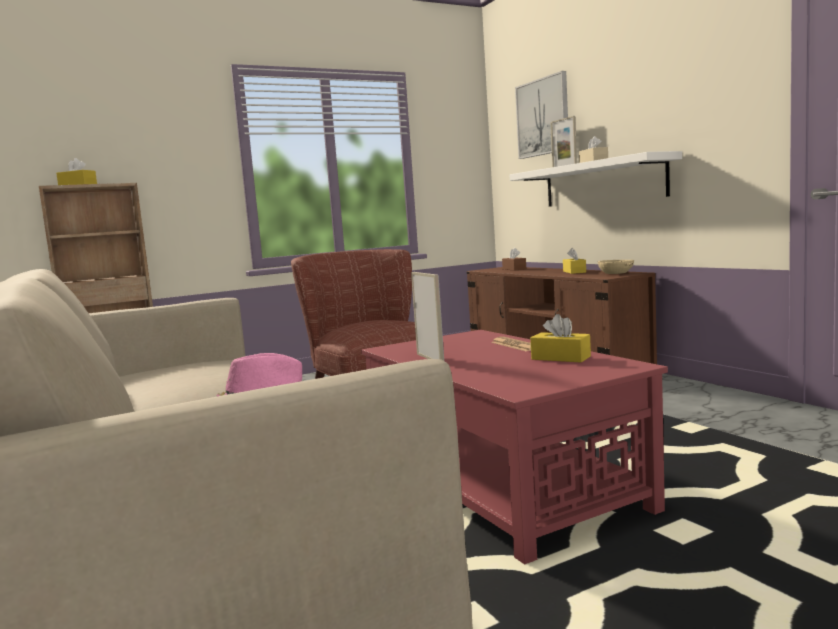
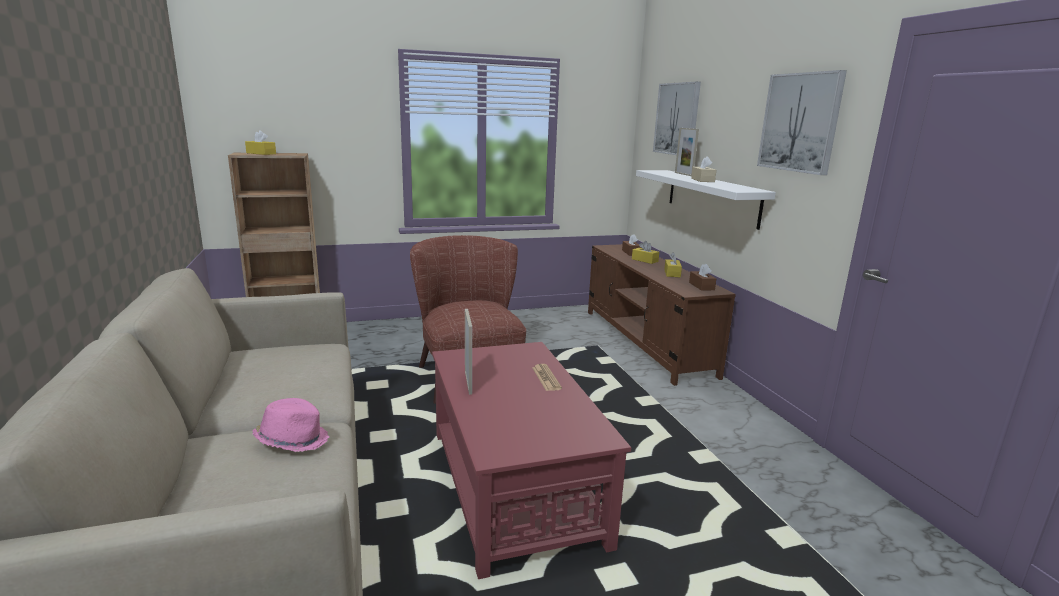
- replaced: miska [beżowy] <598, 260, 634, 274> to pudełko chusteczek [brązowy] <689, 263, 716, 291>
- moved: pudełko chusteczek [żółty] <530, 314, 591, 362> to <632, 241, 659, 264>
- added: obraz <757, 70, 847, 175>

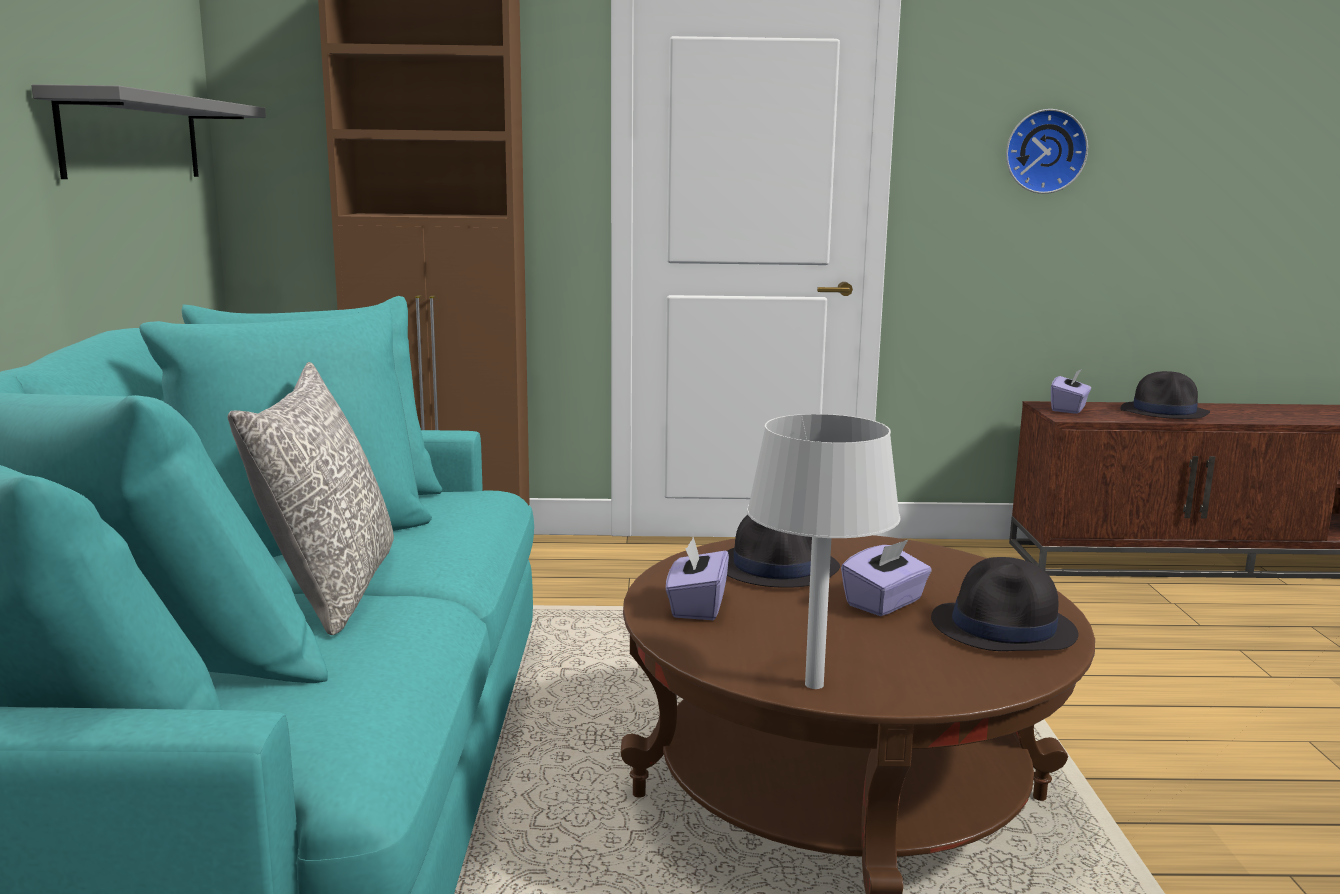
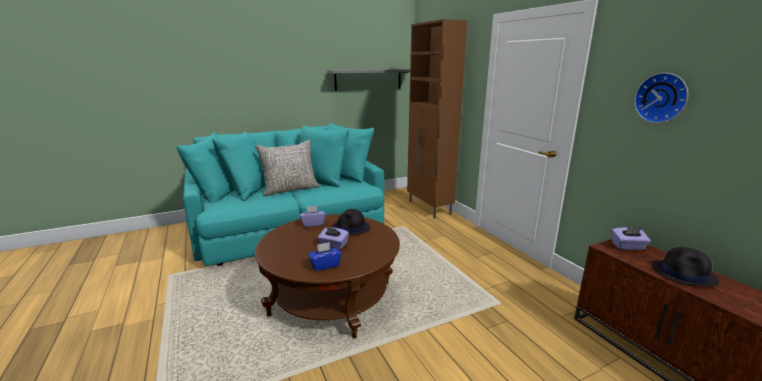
- removed: lampa stołowa [szary] <747, 414, 901, 689>
- replaced: kapelusz [czarny] <931, 557, 1078, 651> to pudełko chusteczek [niebieski] <308, 242, 341, 271>

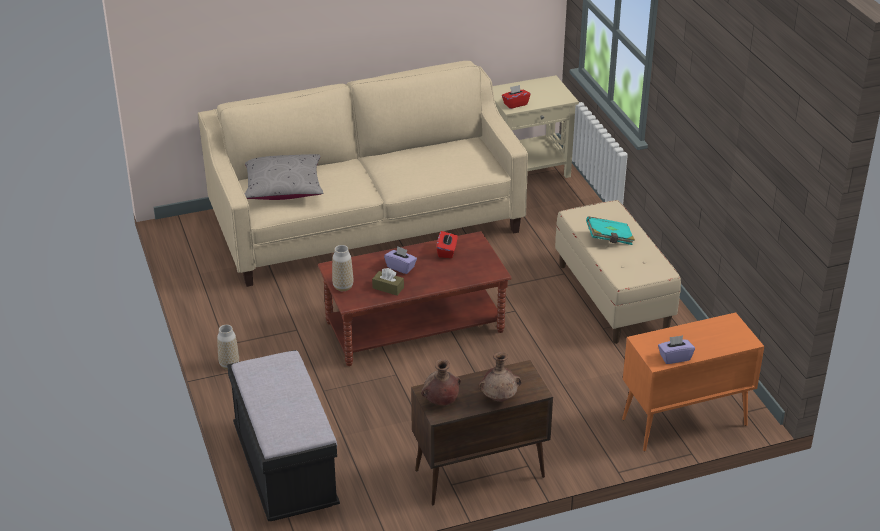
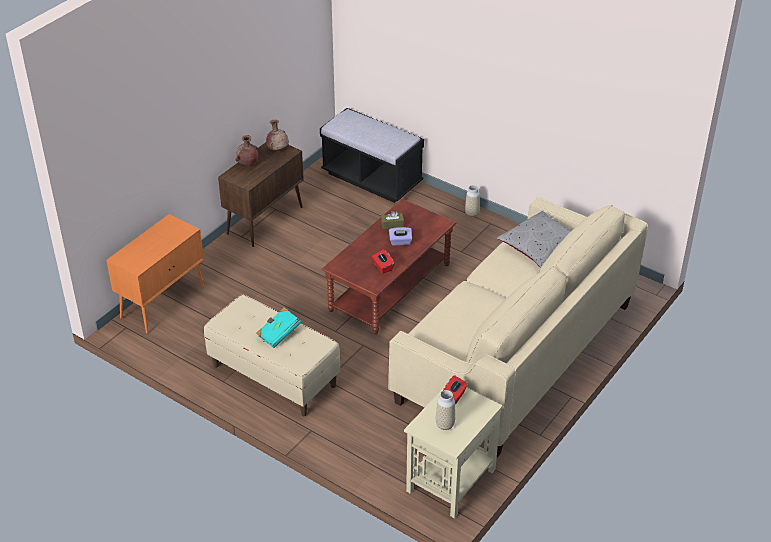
- moved: wazon <332, 245, 353, 291> to <436, 390, 455, 430>
- removed: pudełko chusteczek [fioletowy] <658, 335, 695, 364>

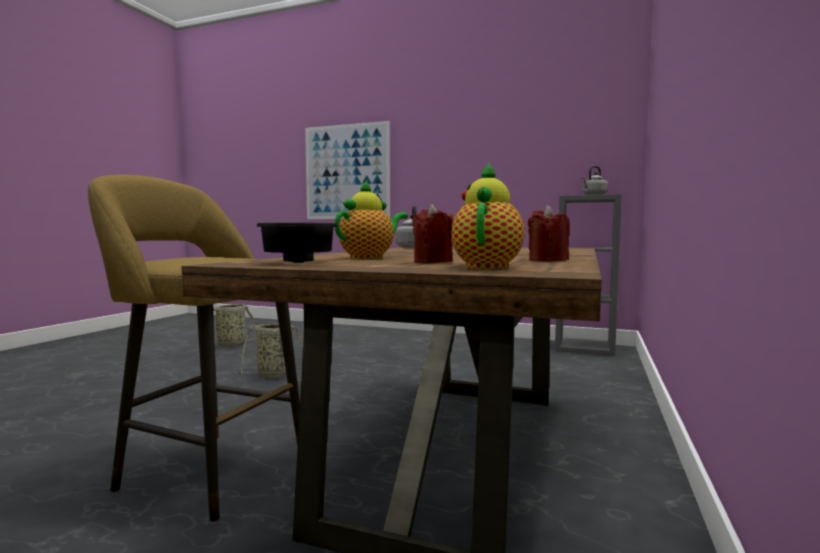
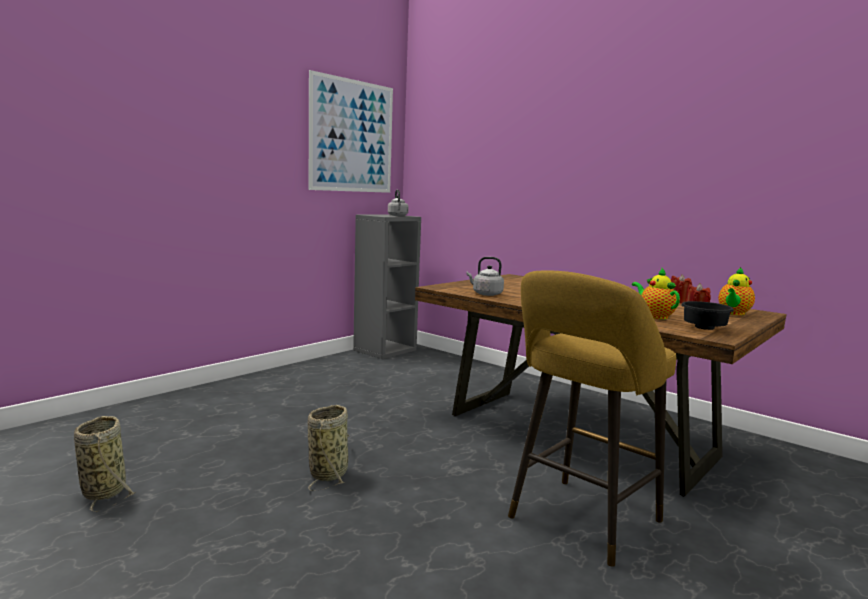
- moved: obraz <305, 121, 390, 219> to <309, 70, 393, 193>
- turned: imbryk <451, 162, 525, 269> = <718, 267, 755, 315> 90 degrees counterclockwise

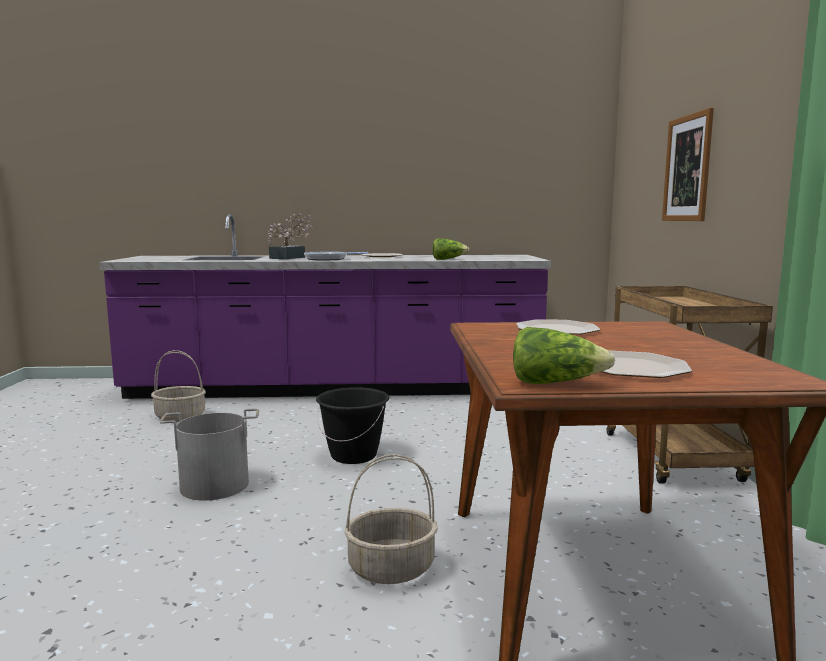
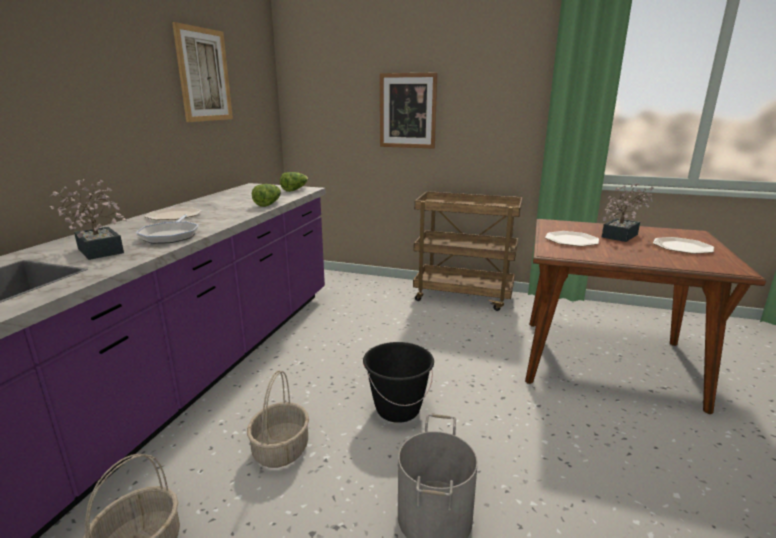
- moved: sałata <513, 327, 615, 384> to <280, 172, 308, 192>
- moved: koszyk <344, 454, 438, 584> to <247, 371, 309, 468>
- added: obraz <172, 22, 233, 122>
- added: roślina doniczkowa <602, 183, 654, 242>

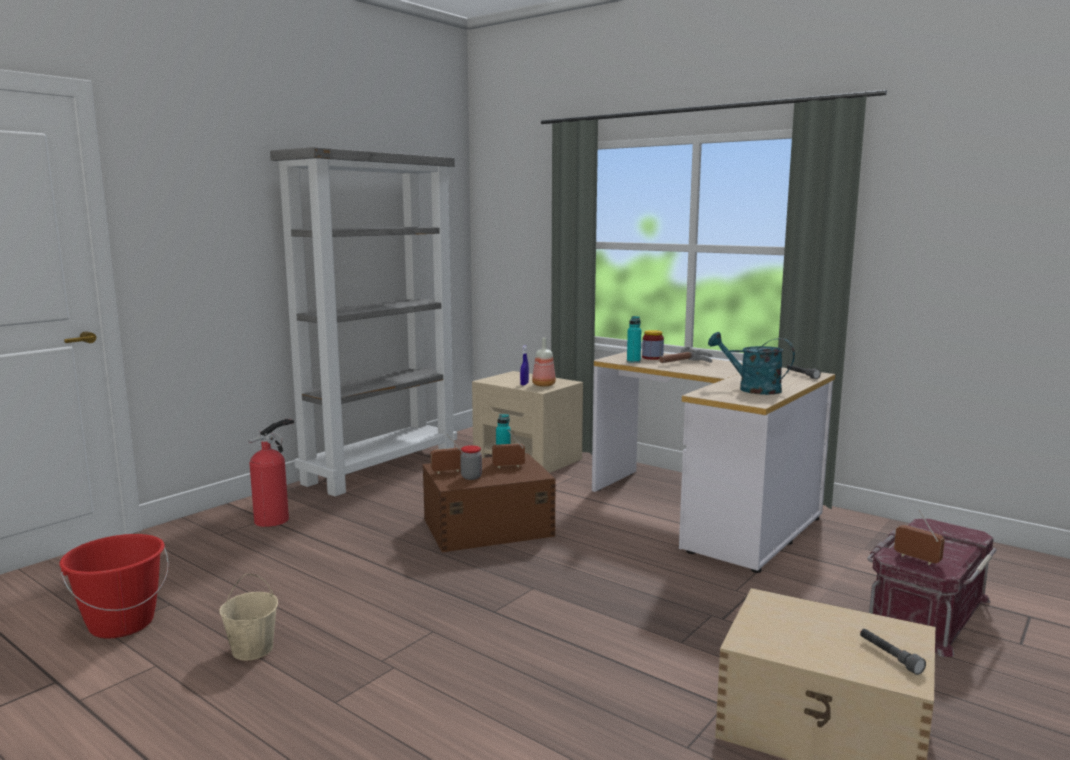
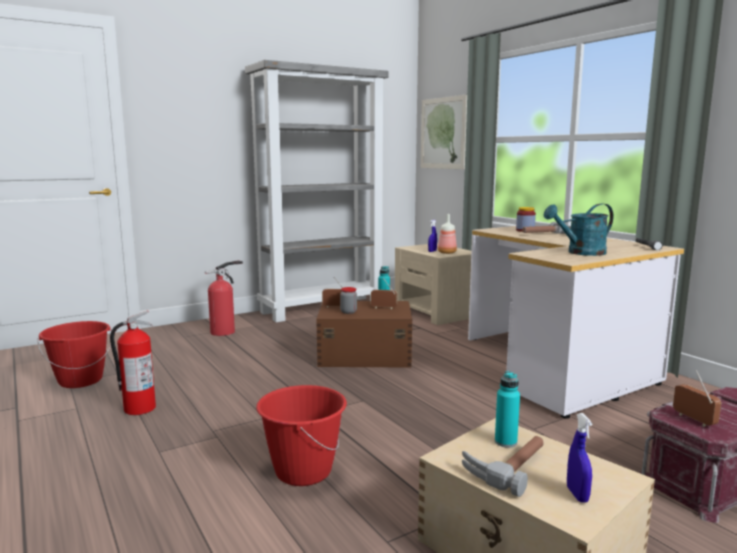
- moved: butelka [turkusowy] <627, 316, 641, 363> to <495, 371, 520, 448>
- turned: konewka [turkusowy] <708, 332, 795, 395> = <543, 204, 613, 256> 75 degrees counterclockwise
- replaced: wiadro [beżowy] <219, 574, 278, 660> to gaśnica <110, 310, 156, 415>
- replaced: latarka [szary] <860, 629, 926, 675> to spryskiwacz [niebieski] <567, 413, 593, 503>
- added: obraz <421, 95, 467, 169>
- added: wiadro [czerwony] <256, 385, 347, 486>
- added: młotek <462, 436, 544, 497>

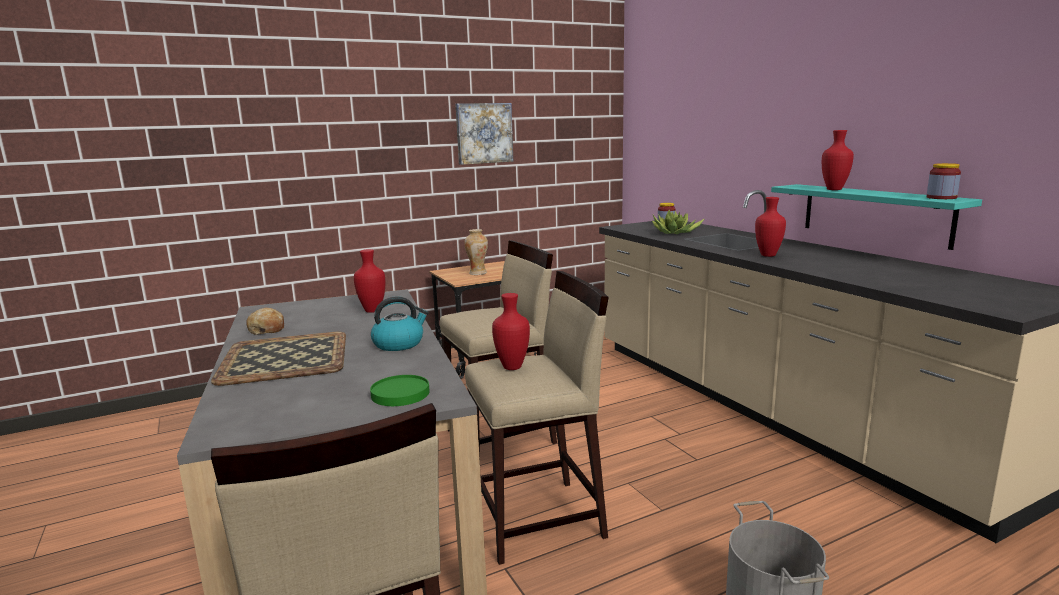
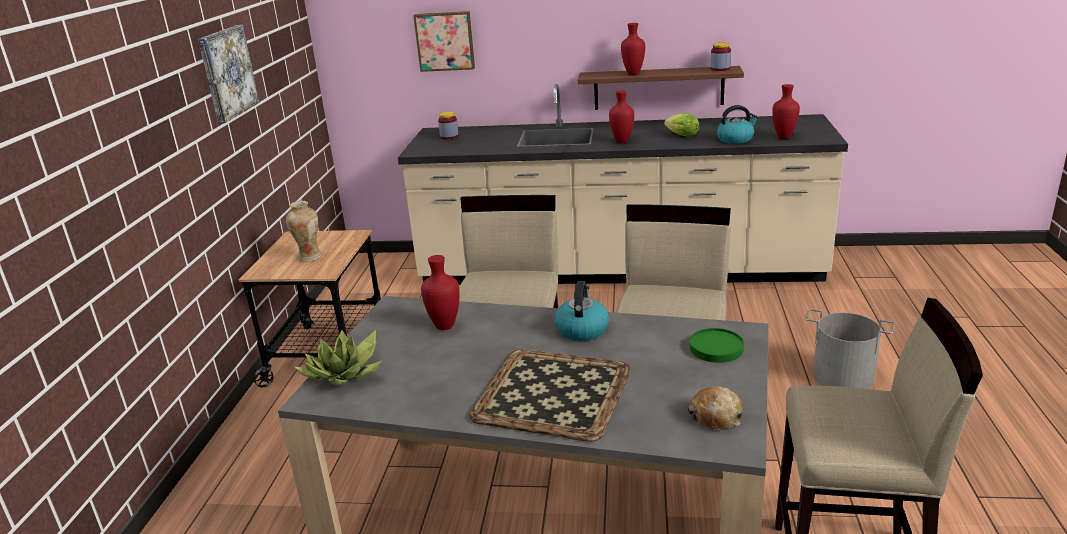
- recoloured: półka [turkusowy] <771, 184, 982, 250> to półka [brązowy] <578, 66, 744, 110>
- moved: roślina doniczkowa <652, 210, 704, 234> to <295, 330, 382, 385>
- moved: wazon [czerwony] <492, 293, 530, 370> to <772, 84, 800, 139>
- moved: chleb <246, 308, 284, 335> to <688, 386, 743, 430>
- added: obraz <413, 11, 475, 72>
- added: czajnik <717, 105, 759, 144>
- added: sałata <664, 113, 699, 137>

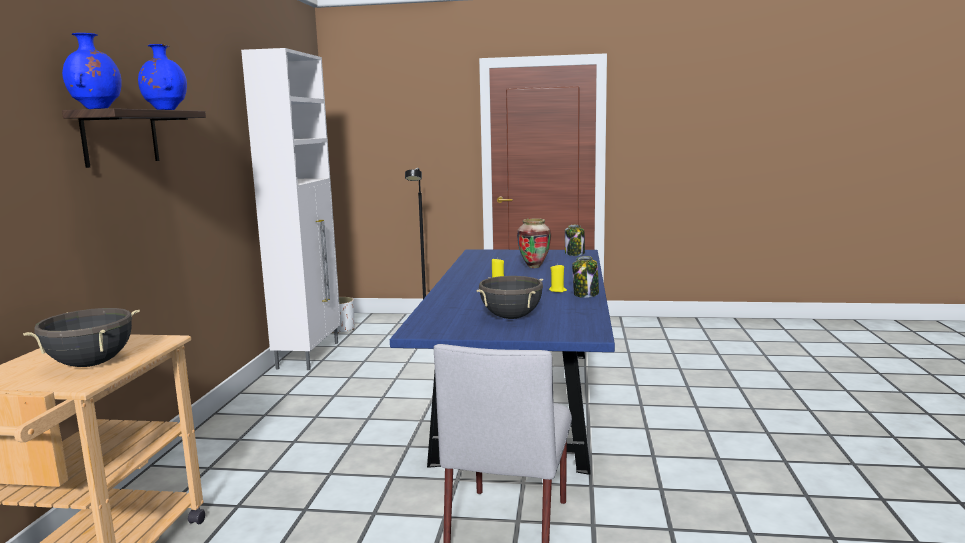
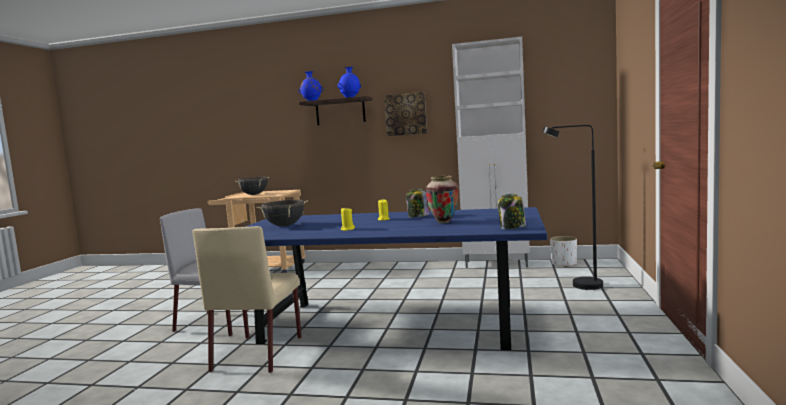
- moved: słoik <572, 256, 599, 298> to <406, 189, 429, 217>
- added: obraz <384, 92, 427, 136>
- added: krzesło [beżowy] <193, 226, 302, 373>

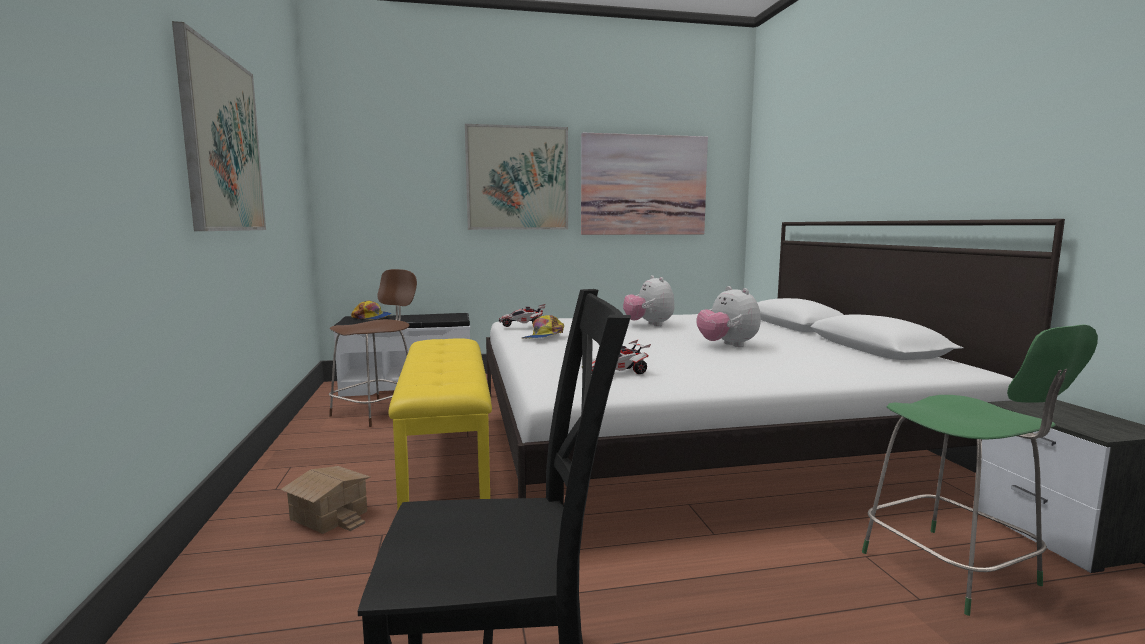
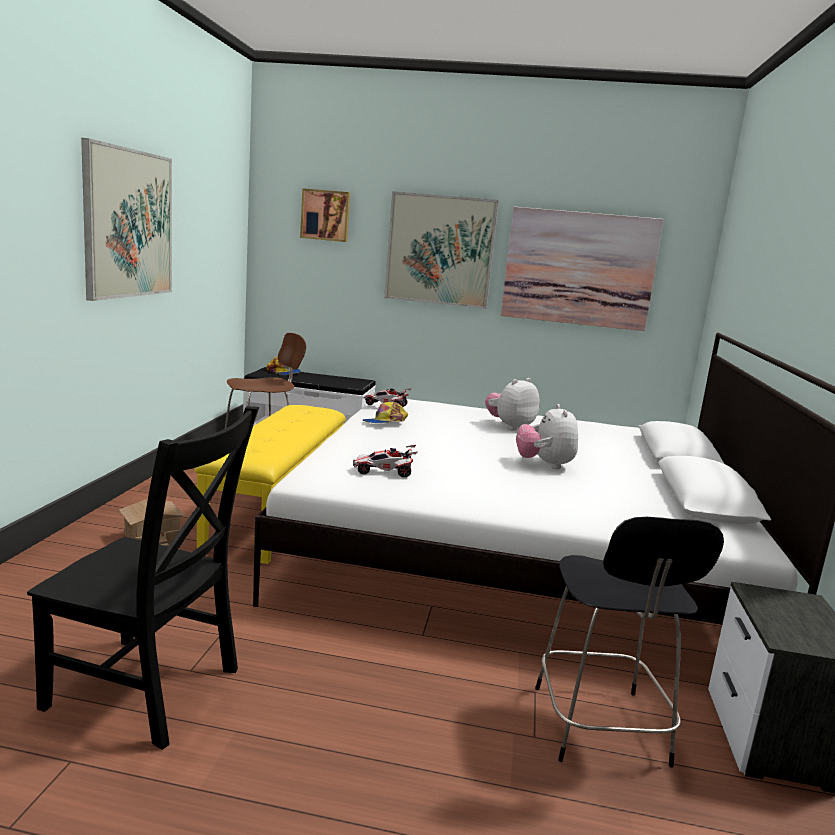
- turned: pluszak <623, 275, 675, 326> = <485, 378, 540, 431> 45 degrees clockwise
- recoloured: krzesło [zielony] <862, 324, 1098, 616> to krzesło [czarny] <535, 517, 724, 768>
- added: obraz <300, 188, 350, 242>

